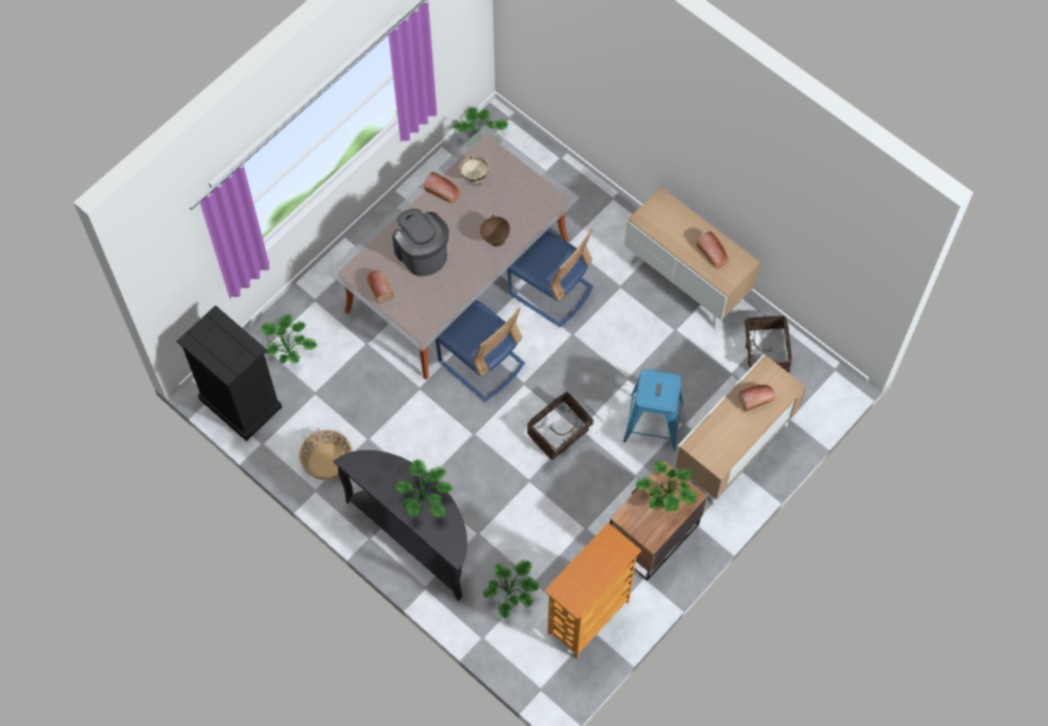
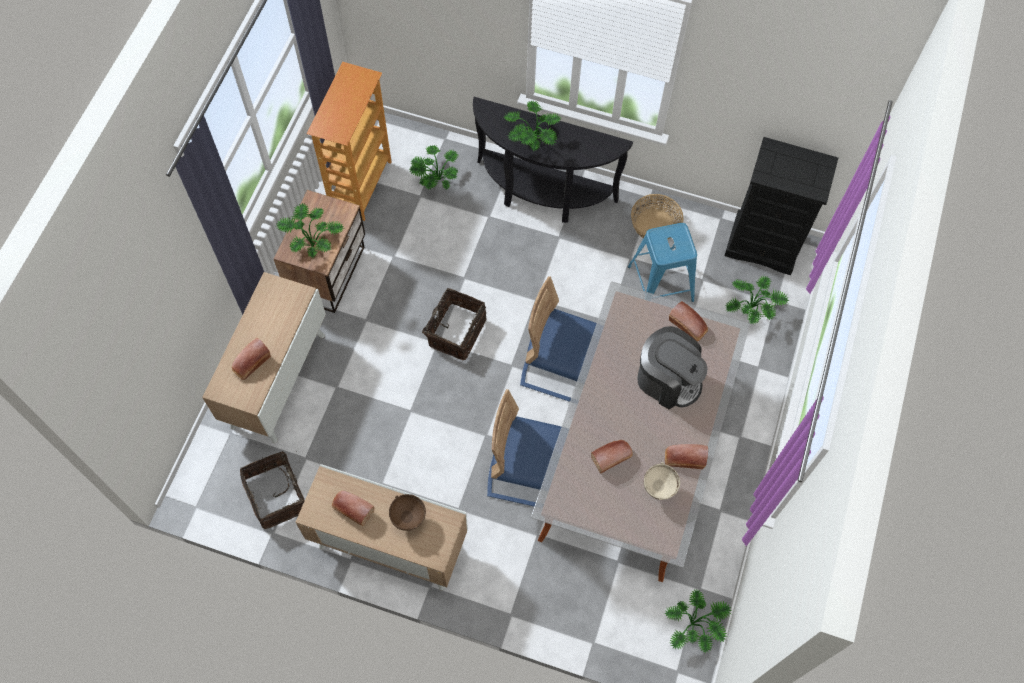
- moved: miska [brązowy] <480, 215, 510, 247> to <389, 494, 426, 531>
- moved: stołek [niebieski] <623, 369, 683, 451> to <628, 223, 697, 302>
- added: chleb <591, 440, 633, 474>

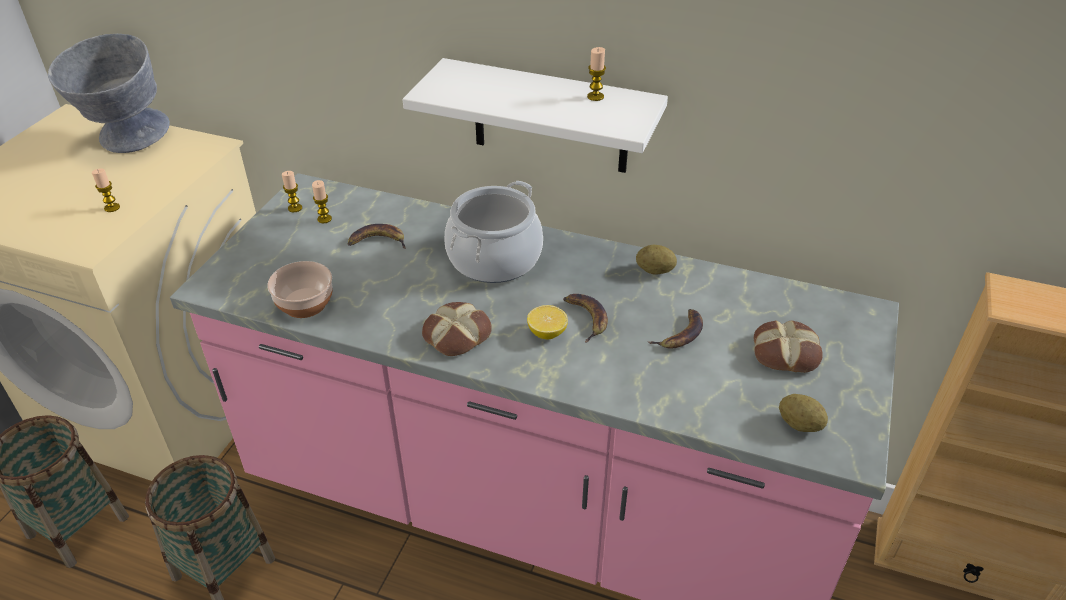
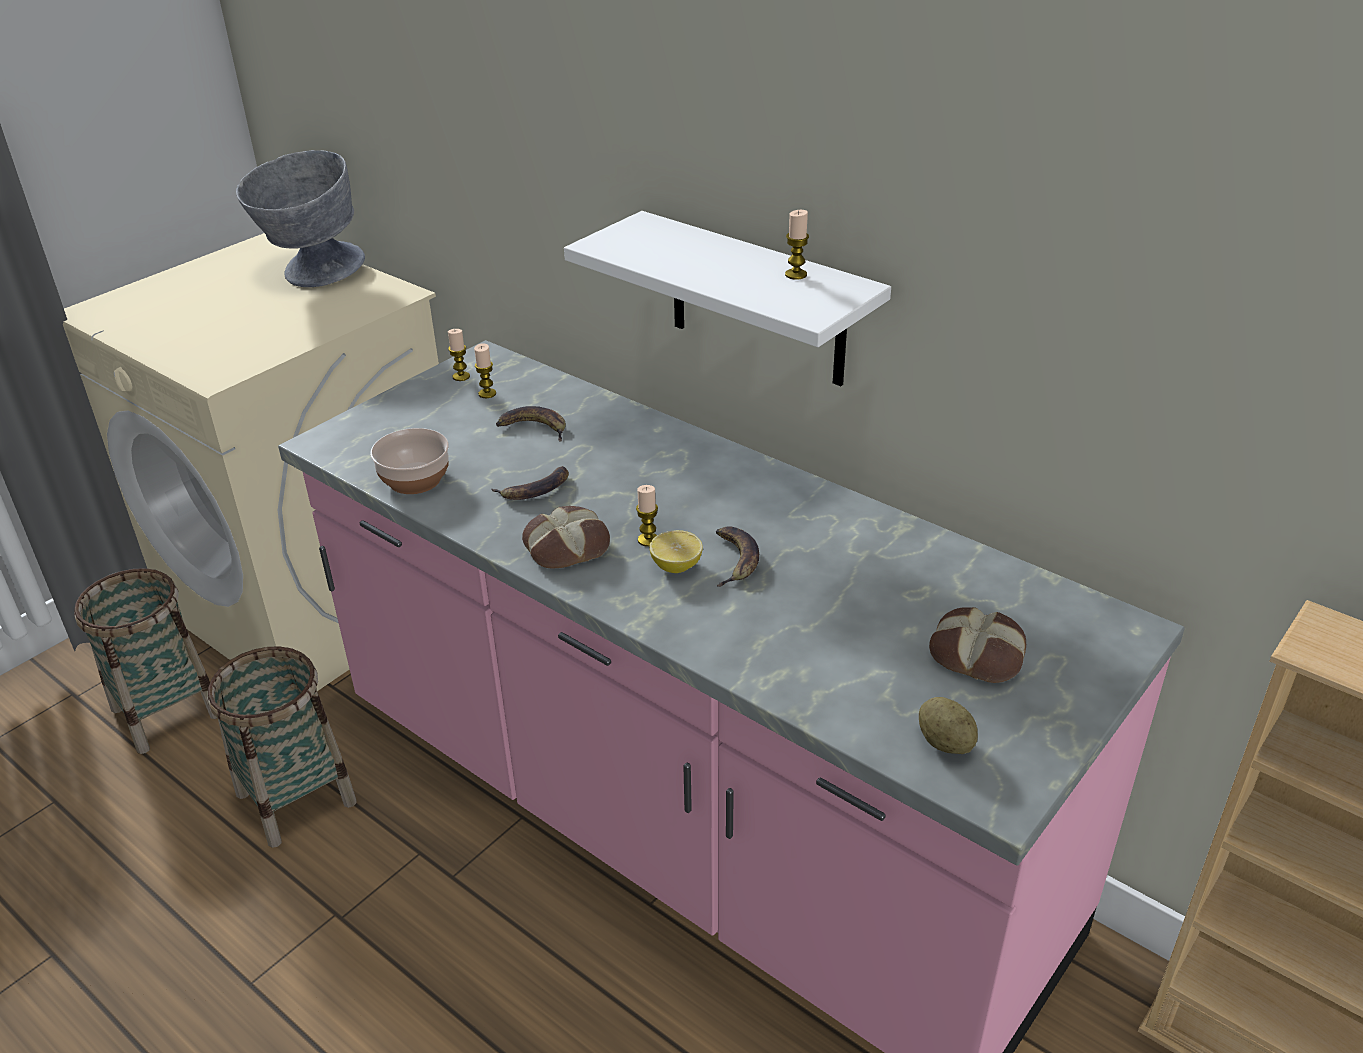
- moved: świeca <92, 168, 120, 212> to <636, 485, 658, 547>
- removed: garnek <444, 181, 543, 283>
- removed: ziemniak <636, 244, 677, 275>
- moved: banan <648, 309, 703, 349> to <491, 466, 569, 500>

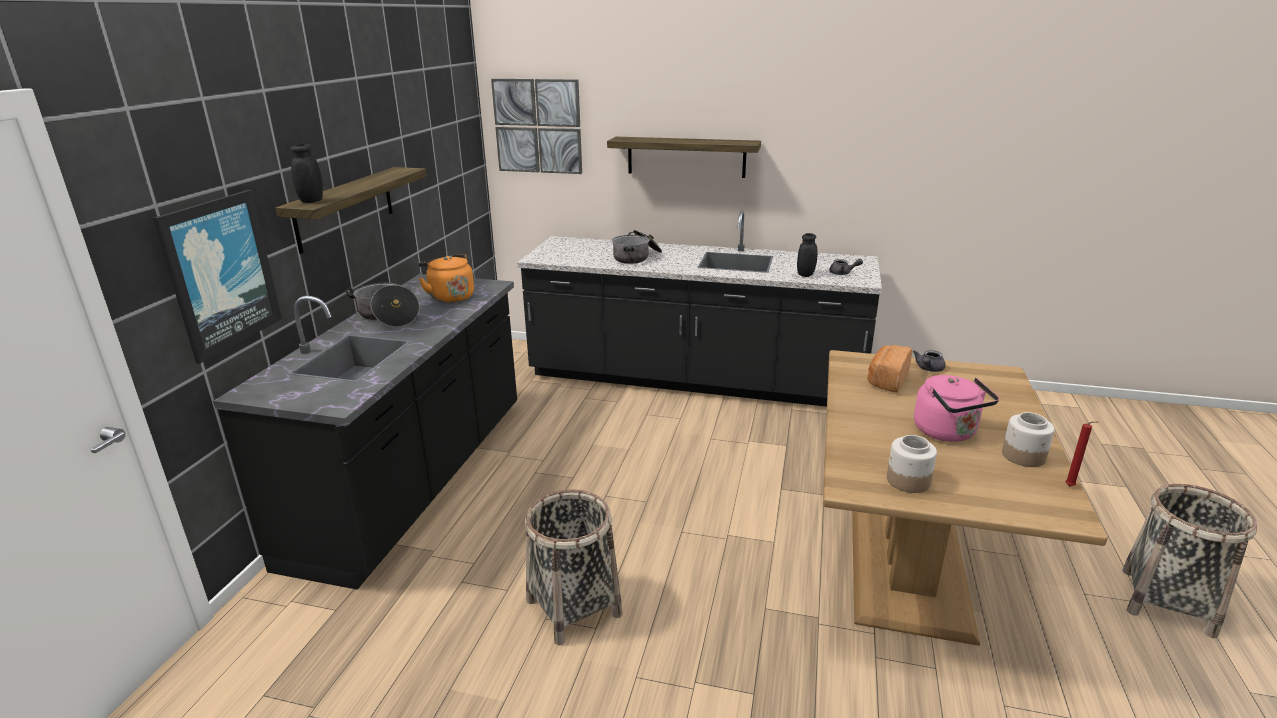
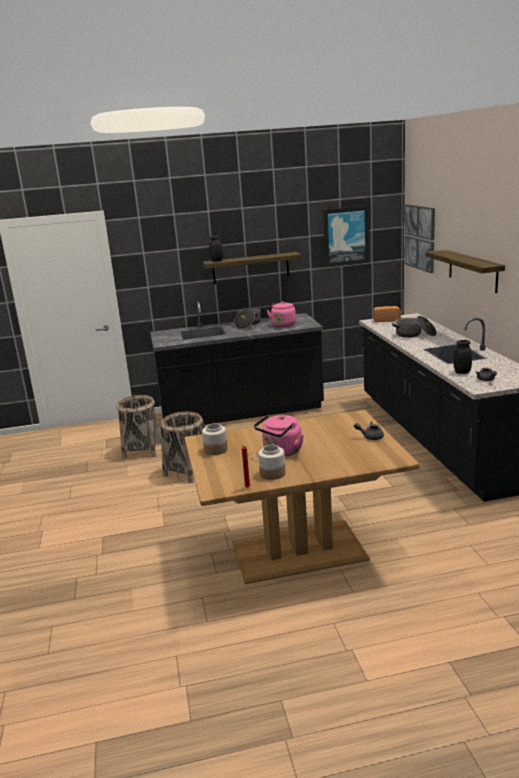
- moved: obraz <153, 190, 282, 364> to <323, 206, 369, 267>
- recoloured: czajnik [pomarańczowy] <418, 254, 474, 303> to czajnik [różowy] <267, 302, 298, 327>
- moved: chleb <868, 345, 912, 392> to <373, 306, 401, 322>
- moved: koszyk <1122, 484, 1257, 638> to <116, 395, 161, 459>

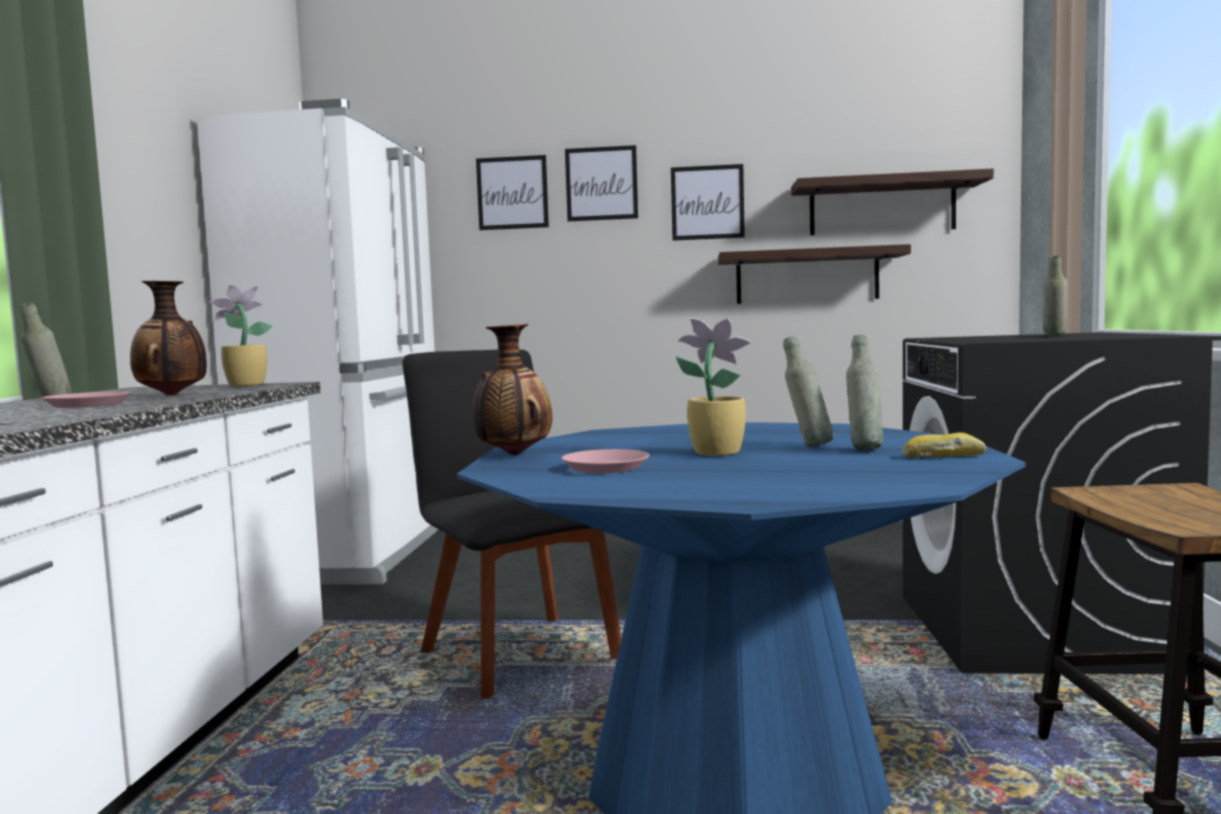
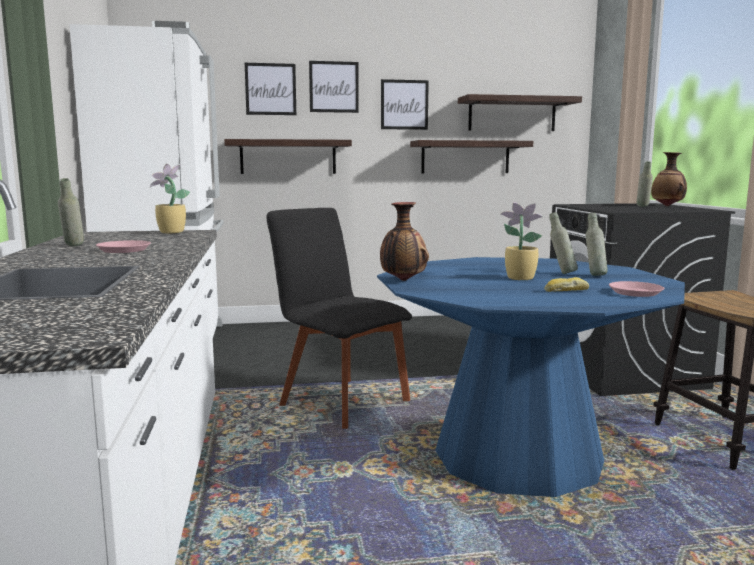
- moved: wazon <130, 281, 207, 396> to <651, 152, 687, 206>
- moved: chleb <902, 432, 986, 457> to <544, 277, 589, 292>
- moved: talerz [różowy] <561, 449, 649, 474> to <609, 281, 664, 297>
- added: półka <224, 139, 352, 174>

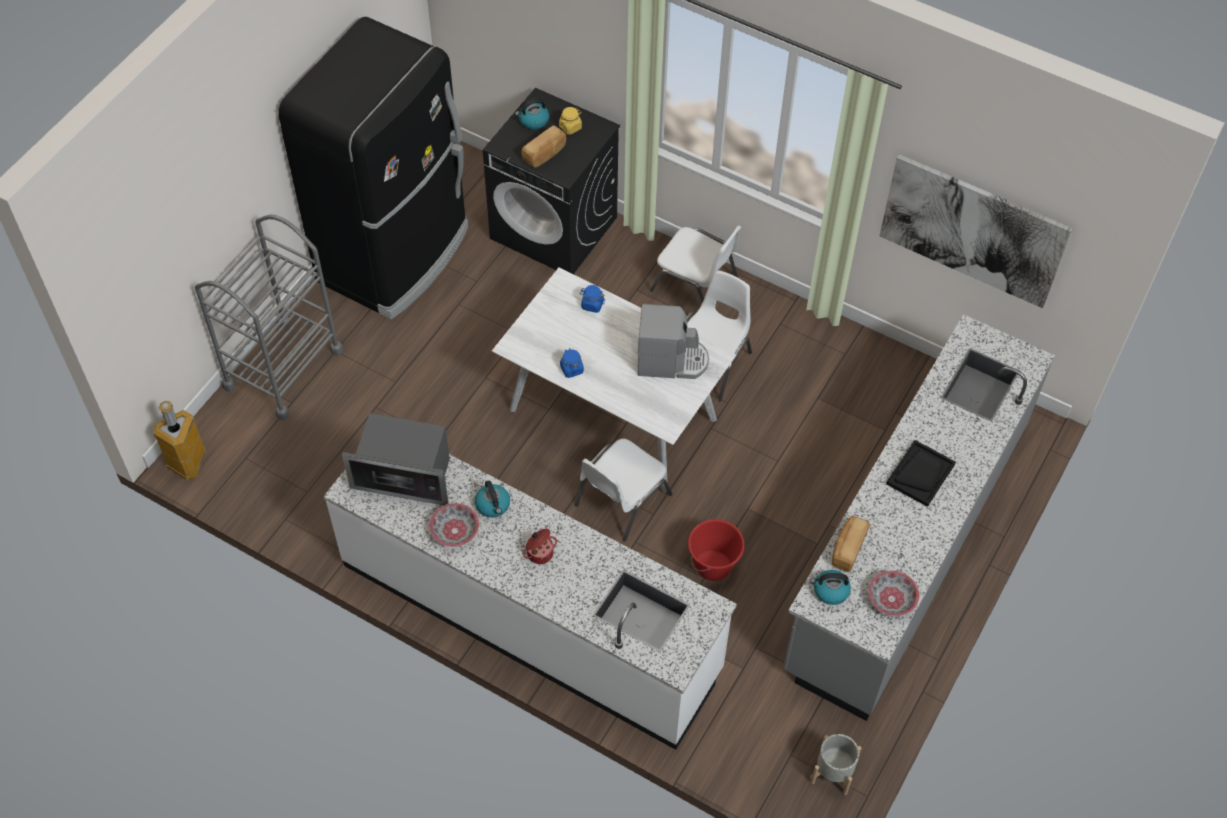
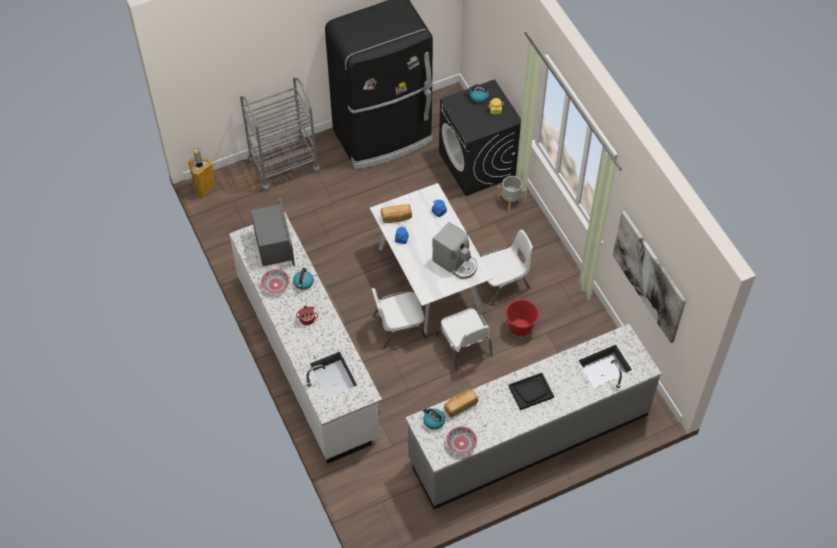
- moved: chleb <521, 125, 566, 168> to <381, 204, 412, 223>
- moved: krzesło [biały] <650, 225, 741, 303> to <436, 308, 493, 370>
- turned: mikrofalówka <342, 413, 450, 505> = <251, 198, 295, 266> 150 degrees counterclockwise
- moved: wiadro [czerwony] <688, 519, 745, 581> to <505, 299, 539, 337>
- moved: donica [szary] <811, 734, 861, 795> to <497, 176, 526, 212>

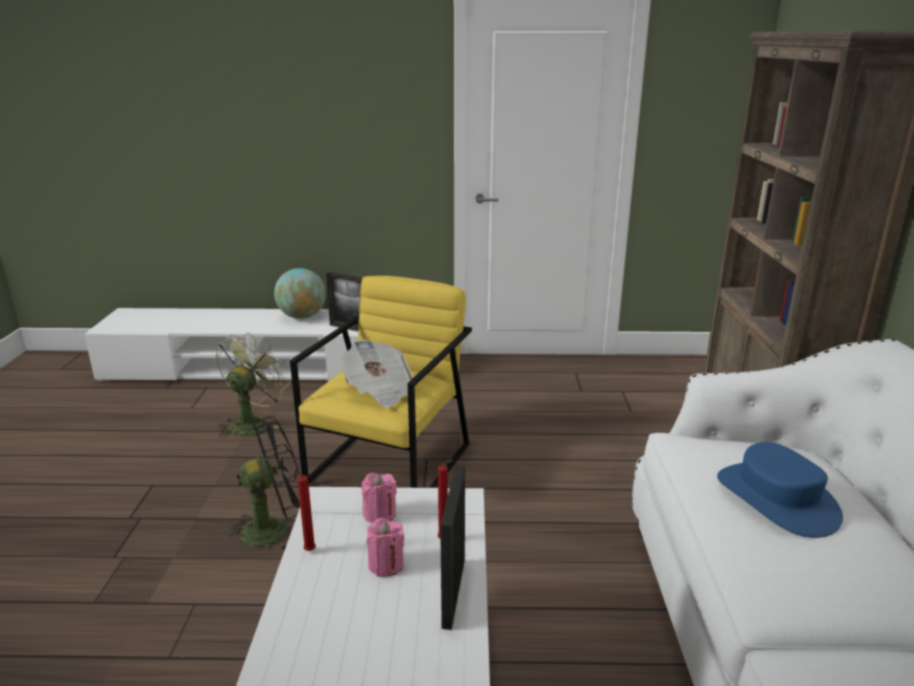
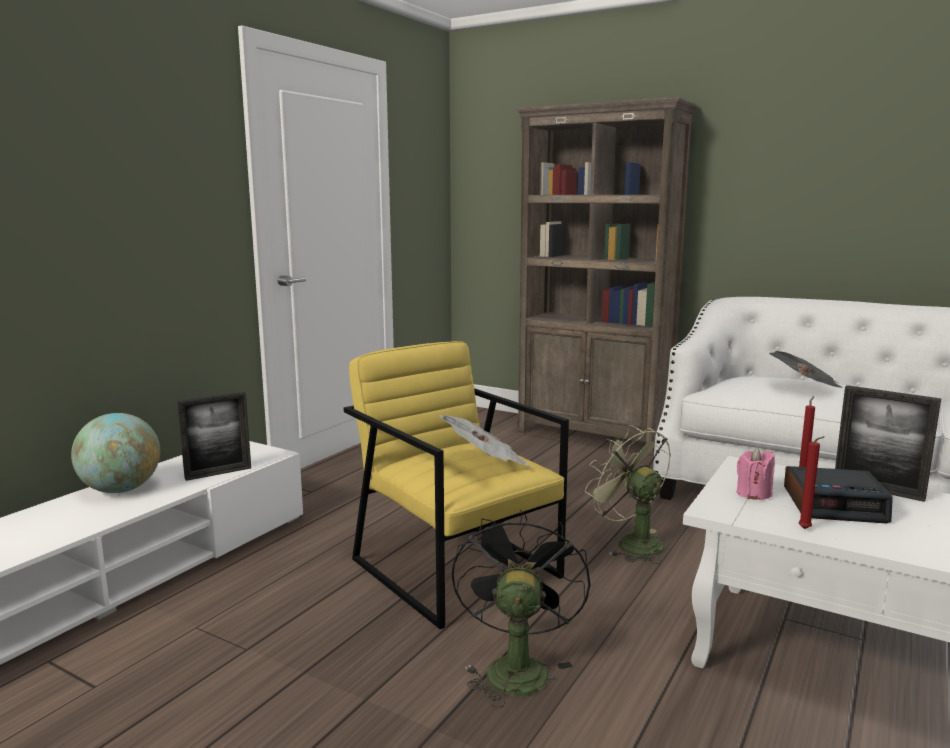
- moved: wentylator [zielony] <216, 333, 290, 438> to <585, 425, 671, 564>
- replaced: kapelusz [niebieski] <717, 442, 843, 538> to gazeta <769, 351, 843, 388>
- replaced: świeca [różowy] <366, 518, 404, 577> to budzik <784, 466, 893, 524>

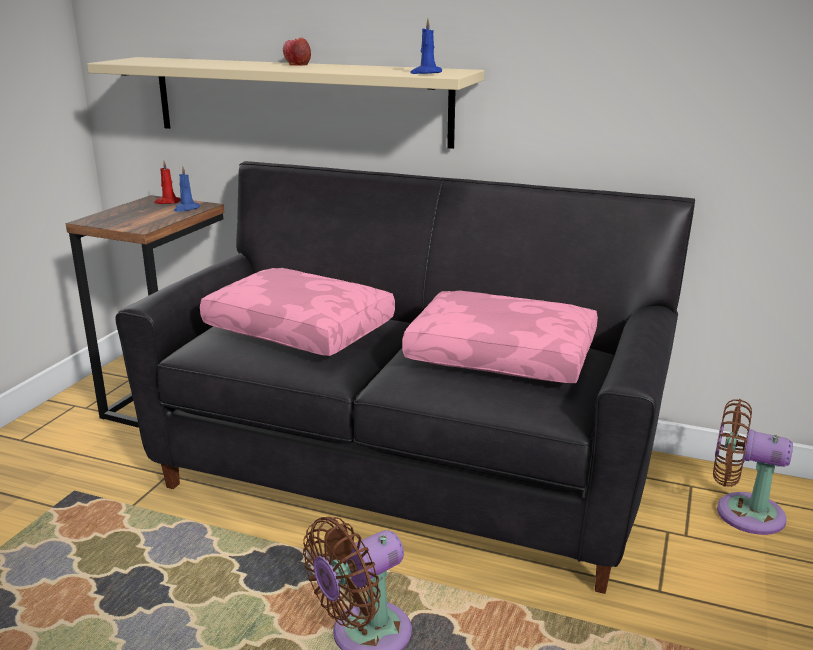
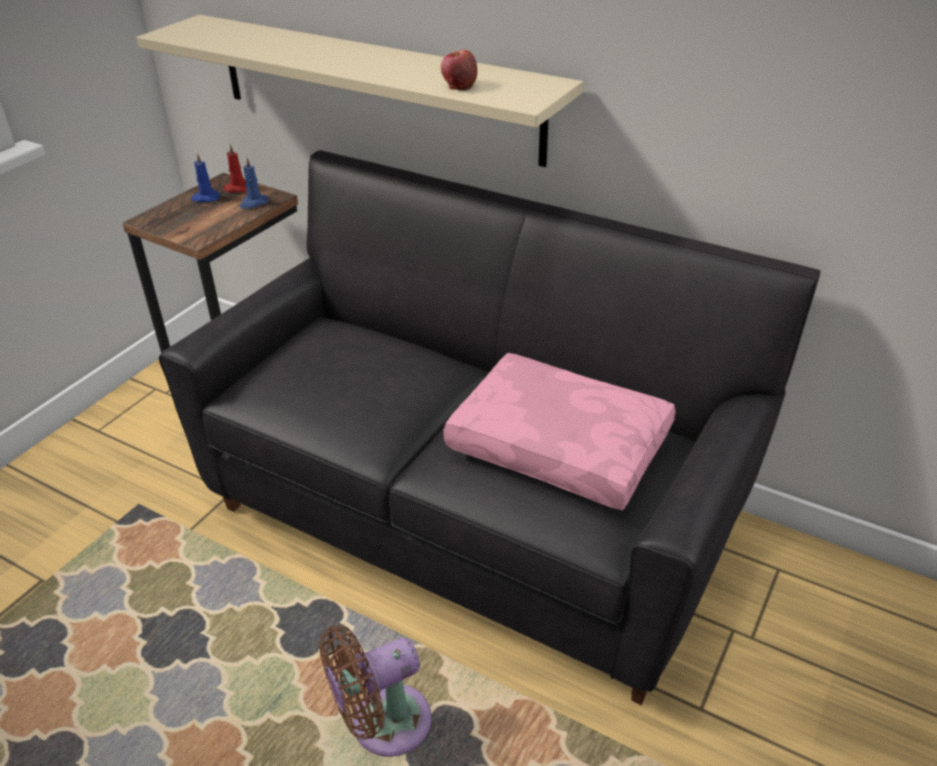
- moved: świeca [niebieski] <410, 18, 442, 74> to <191, 153, 221, 203>
- moved: jabłko <283, 38, 311, 66> to <441, 50, 477, 90>
- removed: poduszka [różowy] <200, 268, 395, 356>
- removed: wentylator [brązowy] <713, 399, 793, 535>

